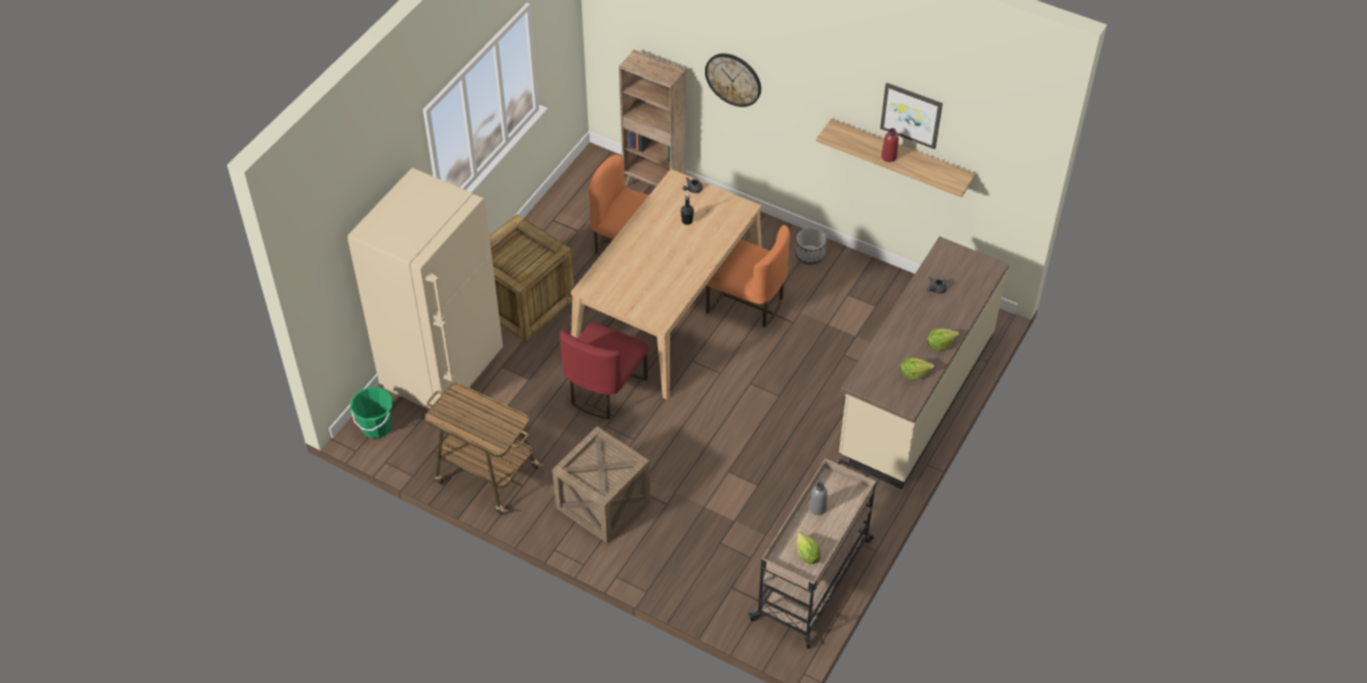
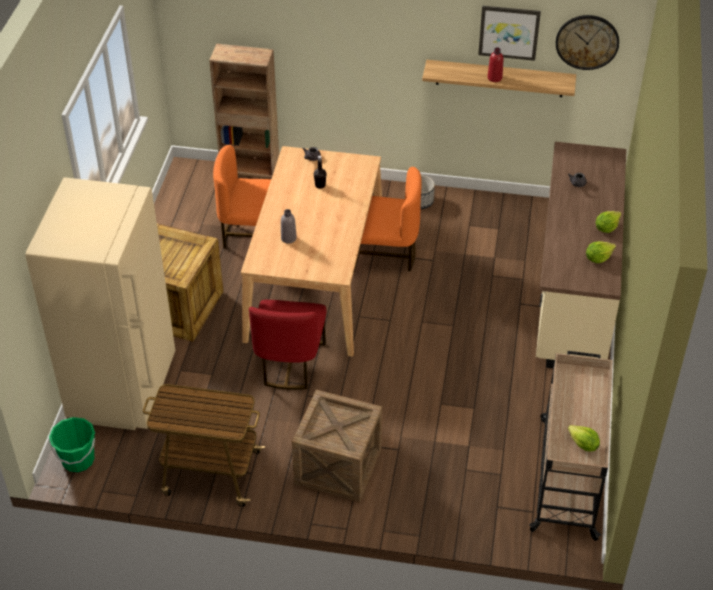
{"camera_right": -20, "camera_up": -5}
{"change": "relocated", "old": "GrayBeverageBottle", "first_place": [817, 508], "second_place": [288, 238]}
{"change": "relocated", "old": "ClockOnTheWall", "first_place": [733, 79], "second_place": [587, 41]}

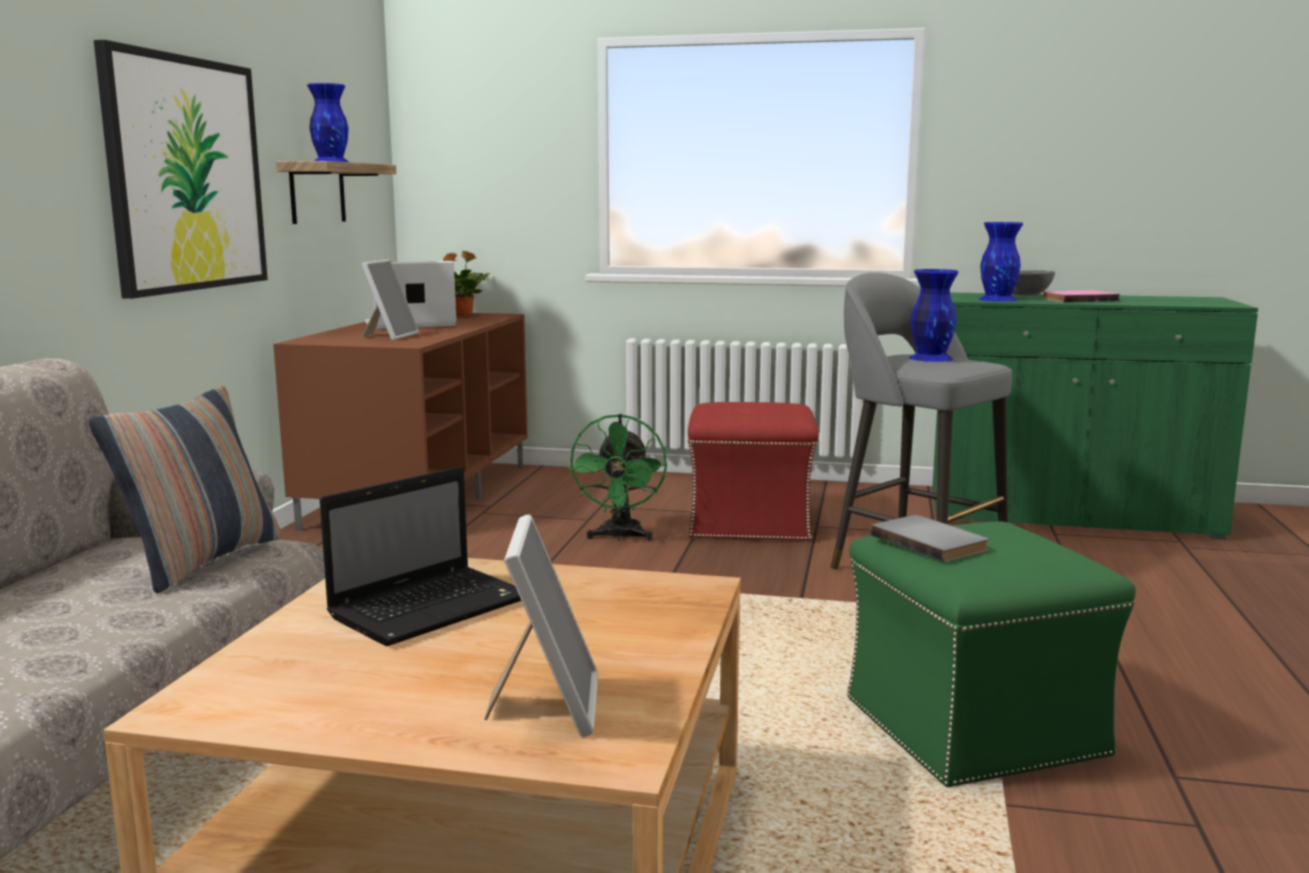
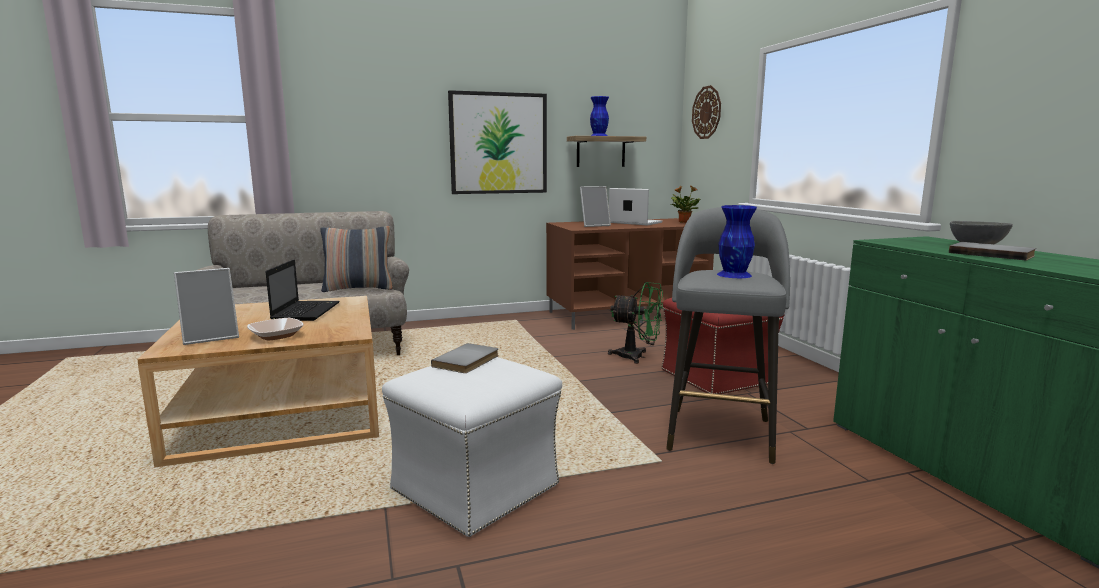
{"camera_right": 60, "camera_up": 0}
{"change": "appeared", "new": "Bowl", "second_place": [276, 335]}
{"change": "spun", "old": "NotebookComputer", "first_place": [433, 607], "second_place": [306, 311], "degrees": -105}
{"change": "colour", "old": "GreenPouffe", "new": "WhitePouffe", "first_place": [971, 726], "second_place": [476, 486]}
{"change": "spun", "old": "GreenElectricFan", "first_place": [620, 537], "second_place": [637, 357], "degrees": -135}
{"change": "appeared", "new": "ClockOnTheWall", "second_place": [706, 112]}
{"change": "colour", "old": "PinkColouredBook", "new": "GrayBook", "first_place": [1078, 299], "second_place": [991, 254]}
{"change": "missing", "old": "BlueFlowerVase", "first_place": [998, 299]}

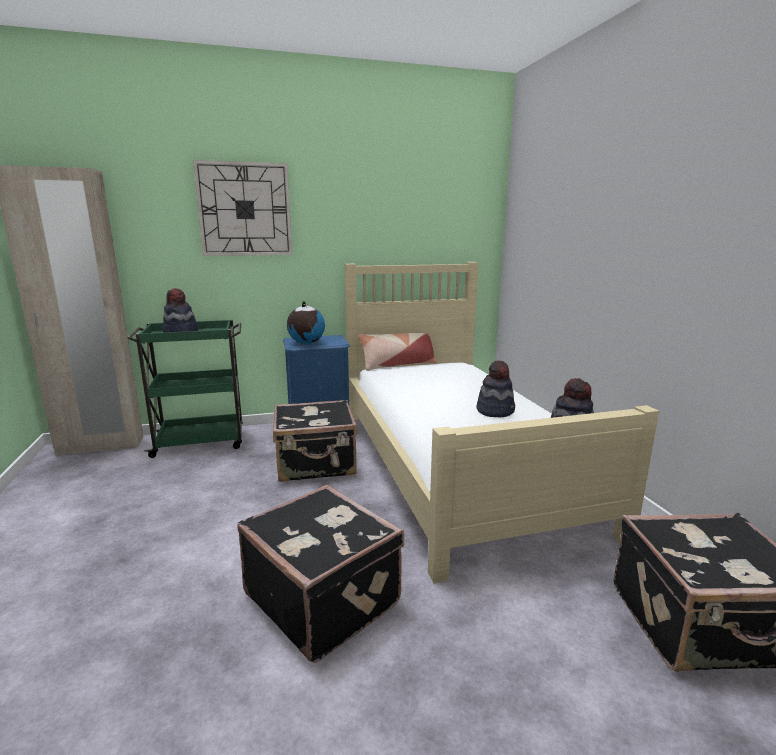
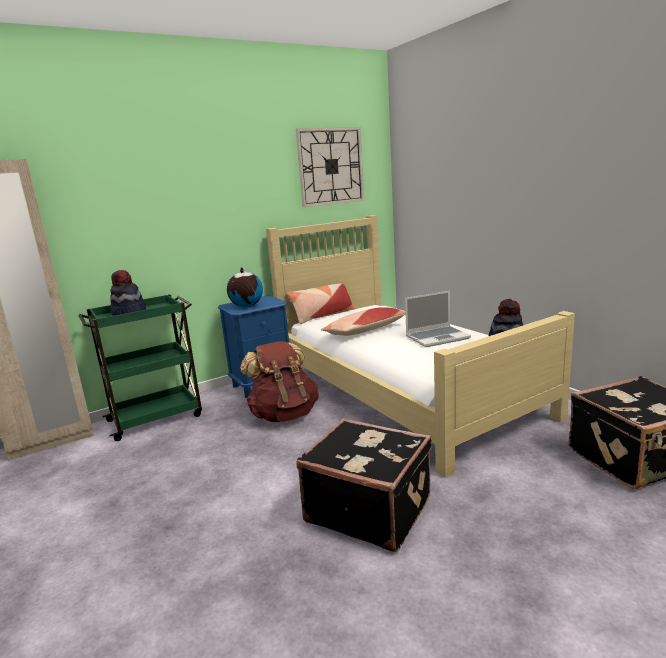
{"camera_right": -15, "camera_up": 0}
{"change": "exchanged", "old": "BlackColouredTravelCase", "new": "BrownColouredBackpack", "first_place": [316, 464], "second_place": [284, 414]}
{"change": "relocated", "old": "ClockOnTheWall", "first_place": [245, 209], "second_place": [331, 166]}
{"change": "appeared", "new": "Pillow", "second_place": [365, 330]}
{"change": "exchanged", "old": "Hat", "new": "NotebookComputer", "first_place": [495, 411], "second_place": [437, 337]}

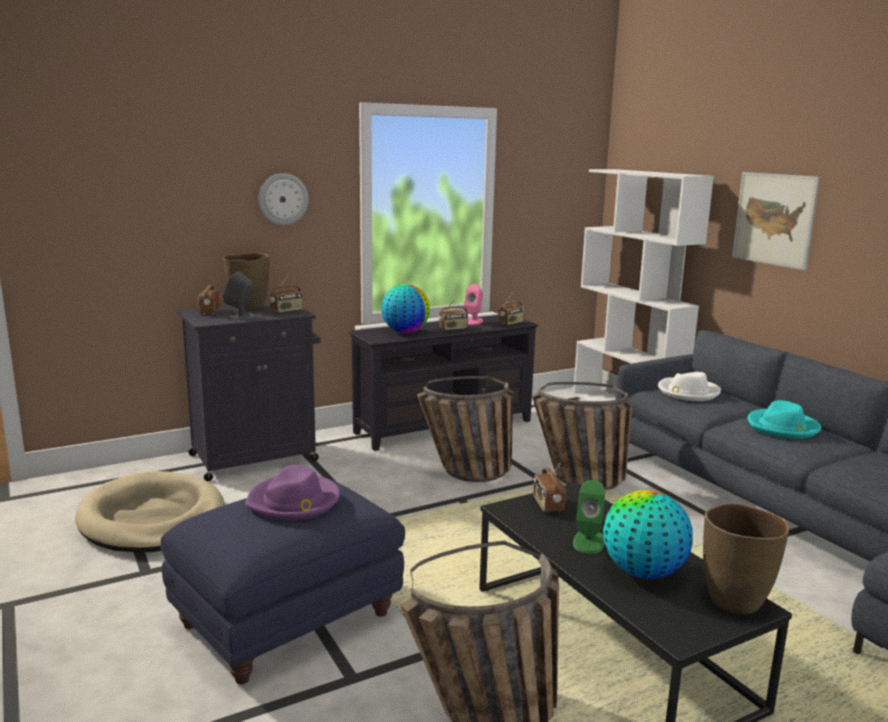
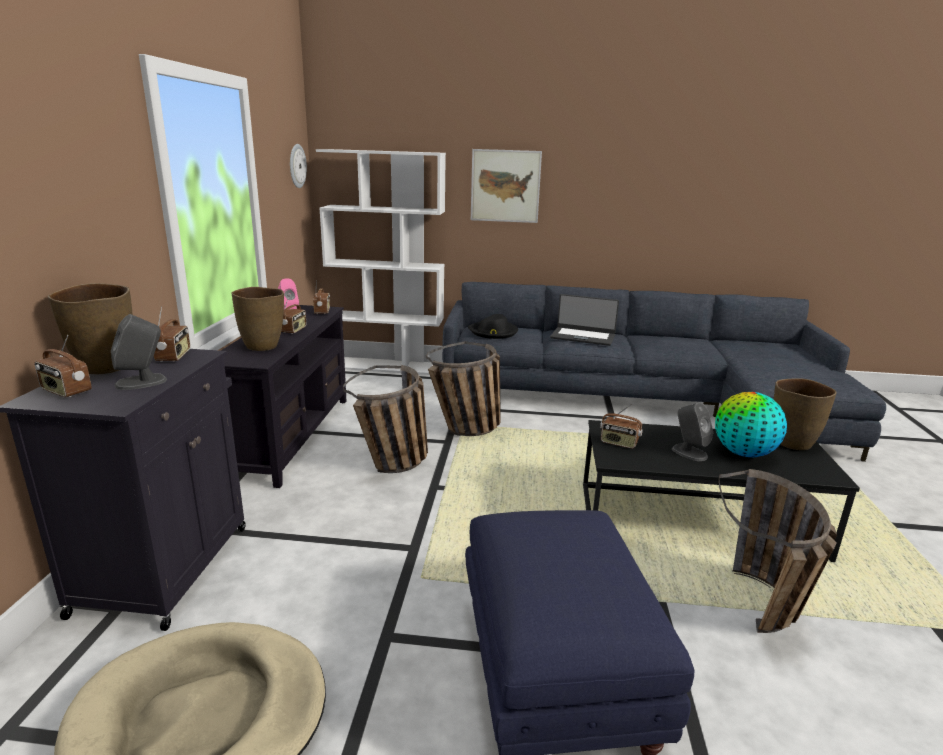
{"camera_right": -55, "camera_up": 5}
{"change": "exchanged", "old": "WorldGlobe", "new": "BrownColouredFlowerVase", "first_place": [405, 332], "second_place": [263, 346]}
{"change": "relocated", "old": "ClockOnTheWall", "first_place": [283, 199], "second_place": [296, 166]}
{"change": "colour", "old": "WhiteHat", "new": "BlackColouredHat", "first_place": [687, 392], "second_place": [493, 332]}
{"change": "exchanged", "old": "TurquoiseColouredHat", "new": "NotebookComputer", "first_place": [783, 427], "second_place": [583, 336]}
{"change": "colour", "old": "GreenLoudspeaker", "new": "GrayLoudspeaker", "first_place": [588, 541], "second_place": [689, 452]}
{"change": "missing", "old": "PurpleHat", "first_place": [294, 501]}

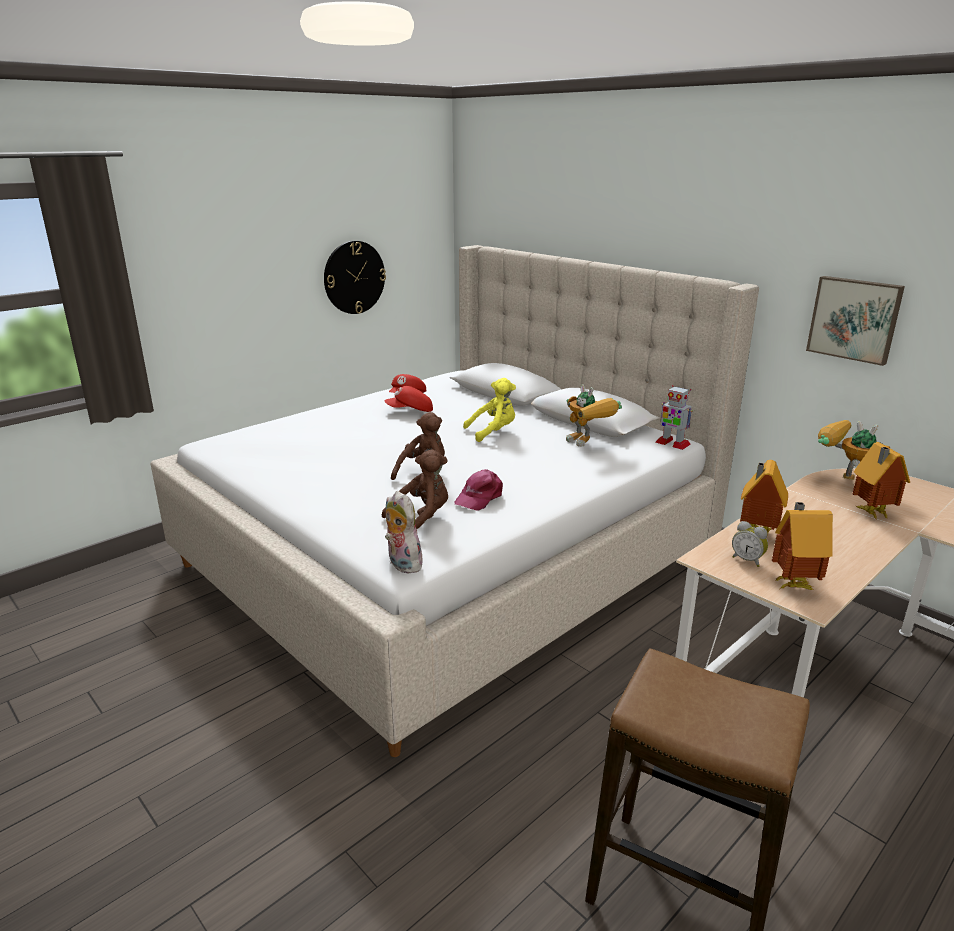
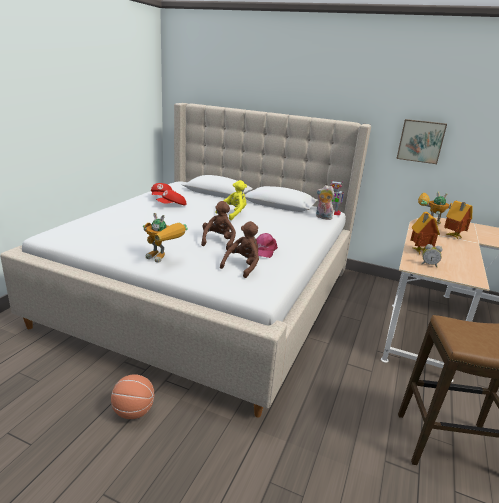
{"camera_right": -25, "camera_up": 0}
{"change": "appeared", "new": "BasketballBall", "second_place": [133, 411]}
{"change": "relocated", "old": "ModelRobot", "first_place": [588, 444], "second_place": [164, 259]}
{"change": "relocated", "old": "CuddlyToy", "first_place": [402, 564], "second_place": [322, 217]}
{"change": "missing", "old": "ClockOnTheWall", "first_place": [354, 277]}
{"change": "missing", "old": "ModelHouse", "first_place": [792, 584]}

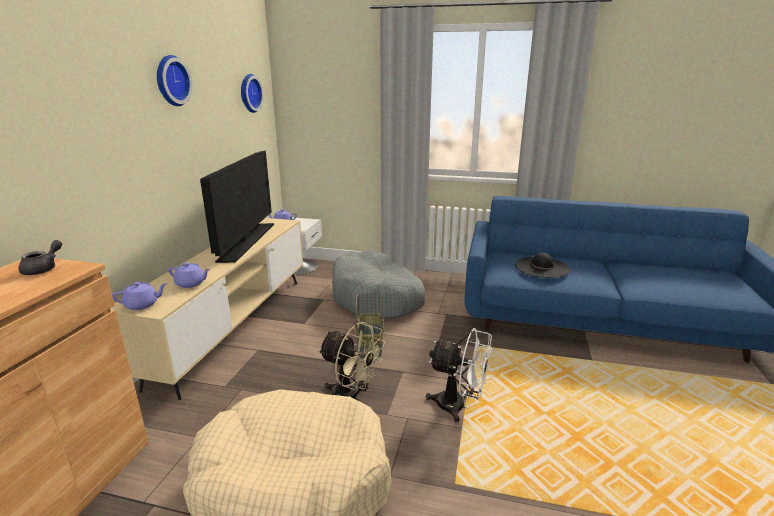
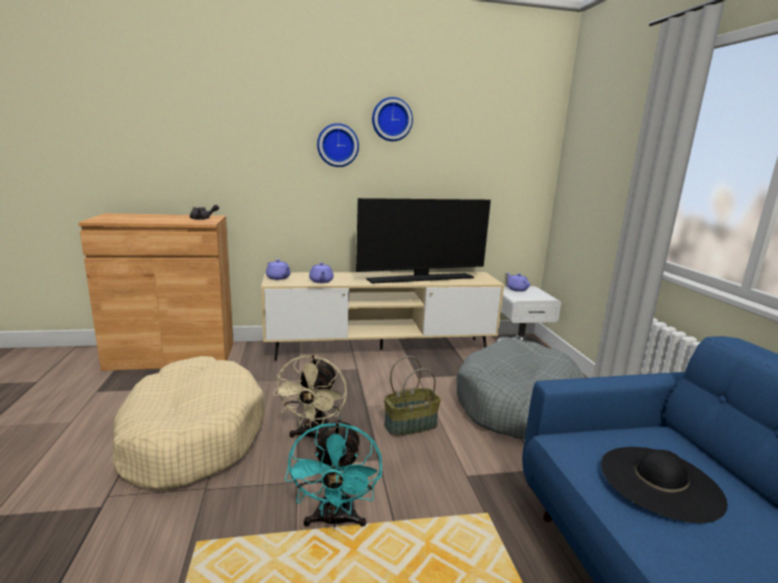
{"camera_right": 65, "camera_up": -5}
{"change": "colour", "old": "WhiteElectricFan", "new": "TurquoiseColouredElectricFan", "first_place": [458, 406], "second_place": [335, 521]}
{"change": "relocated", "old": "ClockOnTheWall", "first_place": [249, 93], "second_place": [337, 145]}

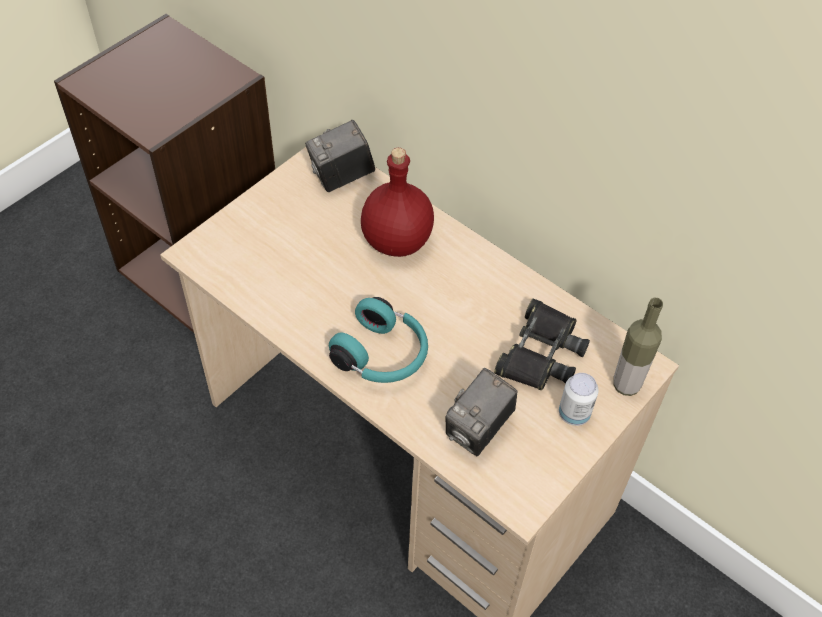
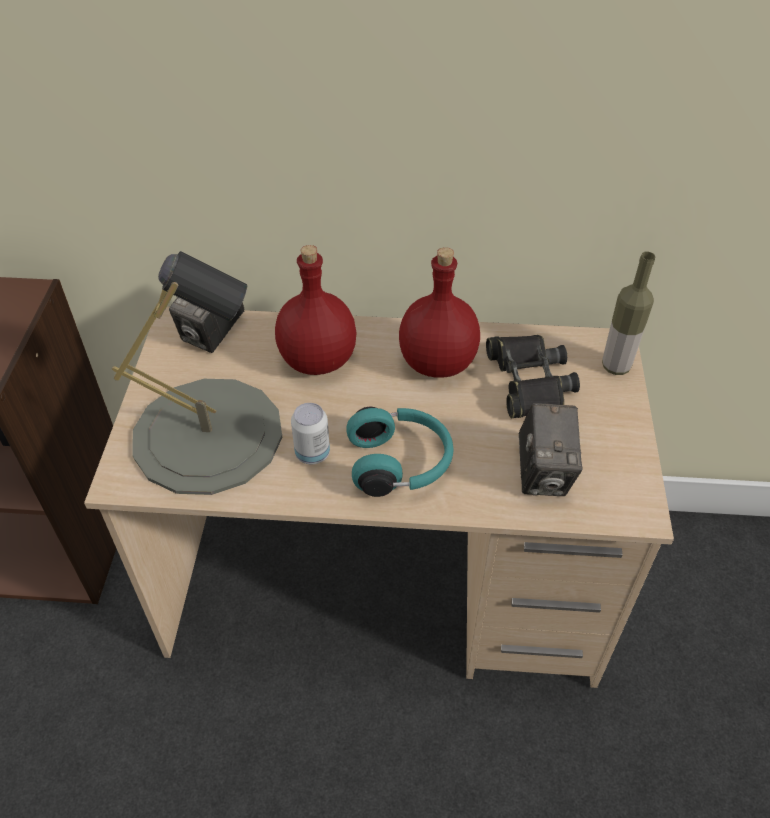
{"camera_right": -35, "camera_up": -5}
{"change": "appeared", "new": "GrayTableLamp", "second_place": [208, 434]}
{"change": "relocated", "old": "MetalCan", "first_place": [574, 414], "second_place": [312, 453]}
{"change": "appeared", "new": "RedBeverageBottle", "second_place": [439, 363]}

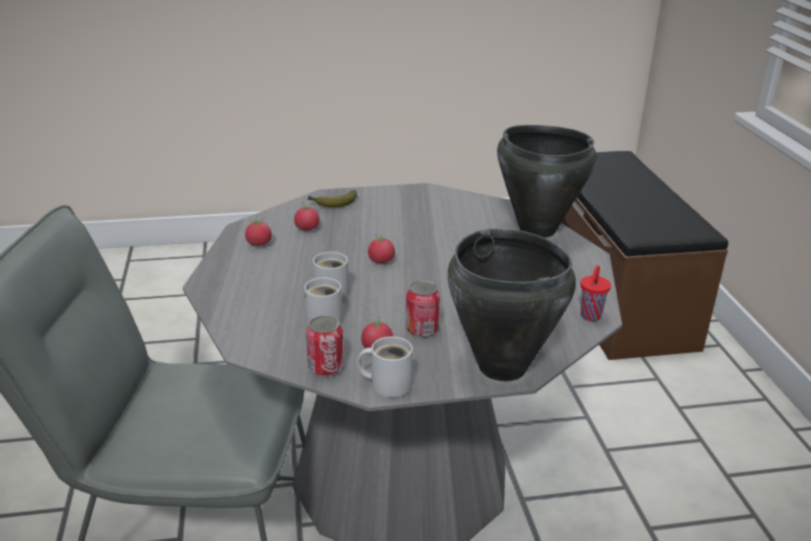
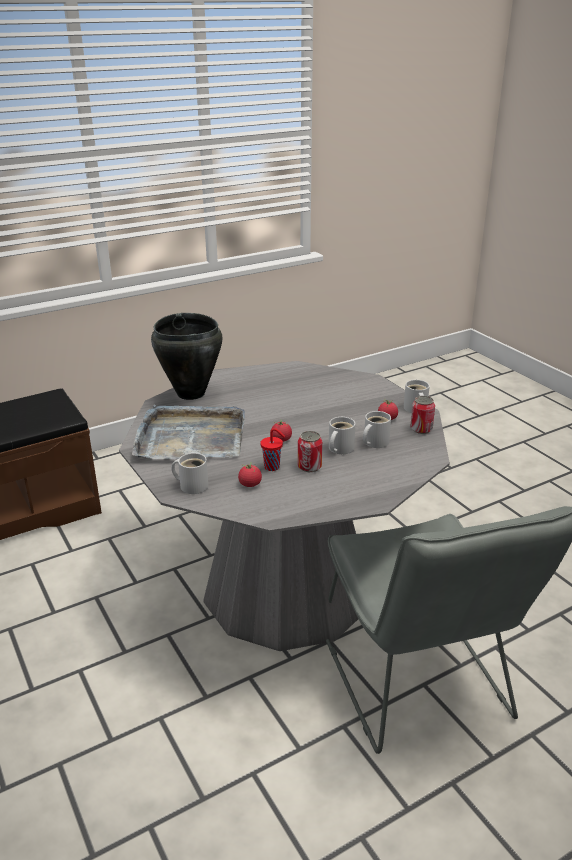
{"camera_right": -110, "camera_up": 0}
{"change": "appeared", "new": "GrayCarryingTray", "second_place": [190, 437]}
{"change": "exchanged", "old": "BananaFruit", "new": "WhiteCoffeeMug", "first_place": [332, 204], "second_place": [192, 485]}
{"change": "relocated", "old": "RedCup", "first_place": [590, 317], "second_place": [273, 467]}
{"change": "relocated", "old": "MetalCan", "first_place": [421, 329], "second_place": [309, 467]}
{"change": "missing", "old": "WholeTomato", "first_place": [259, 244]}
{"change": "missing", "old": "BlackColouredCookingPot", "first_place": [502, 367]}

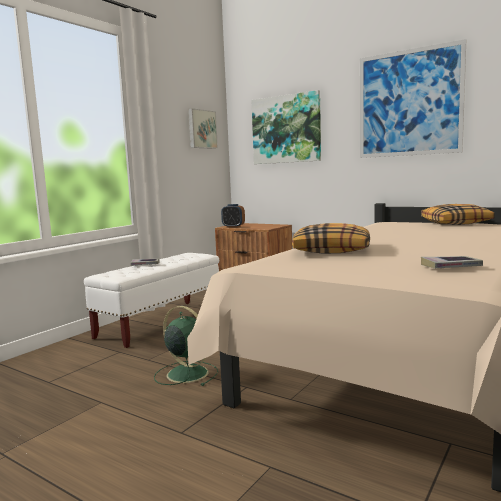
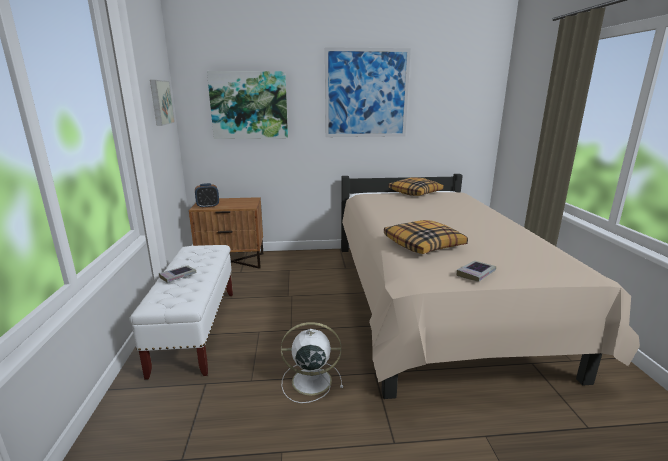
{"camera_right": -40, "camera_up": 10}
{"change": "colour", "old": "GreenElectricFan", "new": "WhiteElectricFan", "first_place": [186, 373], "second_place": [309, 381]}
{"change": "relocated", "old": "Book", "first_place": [450, 267], "second_place": [476, 274]}

